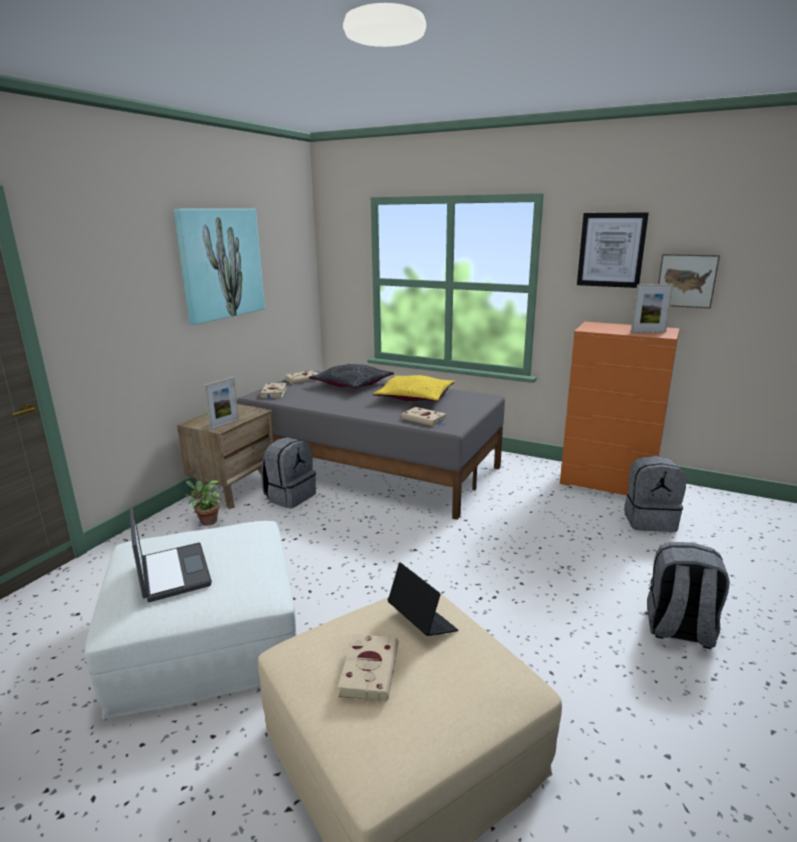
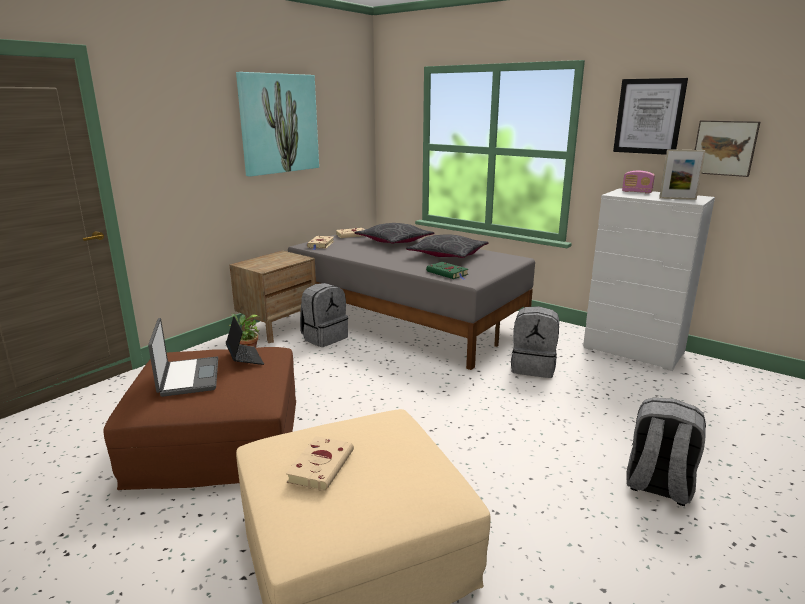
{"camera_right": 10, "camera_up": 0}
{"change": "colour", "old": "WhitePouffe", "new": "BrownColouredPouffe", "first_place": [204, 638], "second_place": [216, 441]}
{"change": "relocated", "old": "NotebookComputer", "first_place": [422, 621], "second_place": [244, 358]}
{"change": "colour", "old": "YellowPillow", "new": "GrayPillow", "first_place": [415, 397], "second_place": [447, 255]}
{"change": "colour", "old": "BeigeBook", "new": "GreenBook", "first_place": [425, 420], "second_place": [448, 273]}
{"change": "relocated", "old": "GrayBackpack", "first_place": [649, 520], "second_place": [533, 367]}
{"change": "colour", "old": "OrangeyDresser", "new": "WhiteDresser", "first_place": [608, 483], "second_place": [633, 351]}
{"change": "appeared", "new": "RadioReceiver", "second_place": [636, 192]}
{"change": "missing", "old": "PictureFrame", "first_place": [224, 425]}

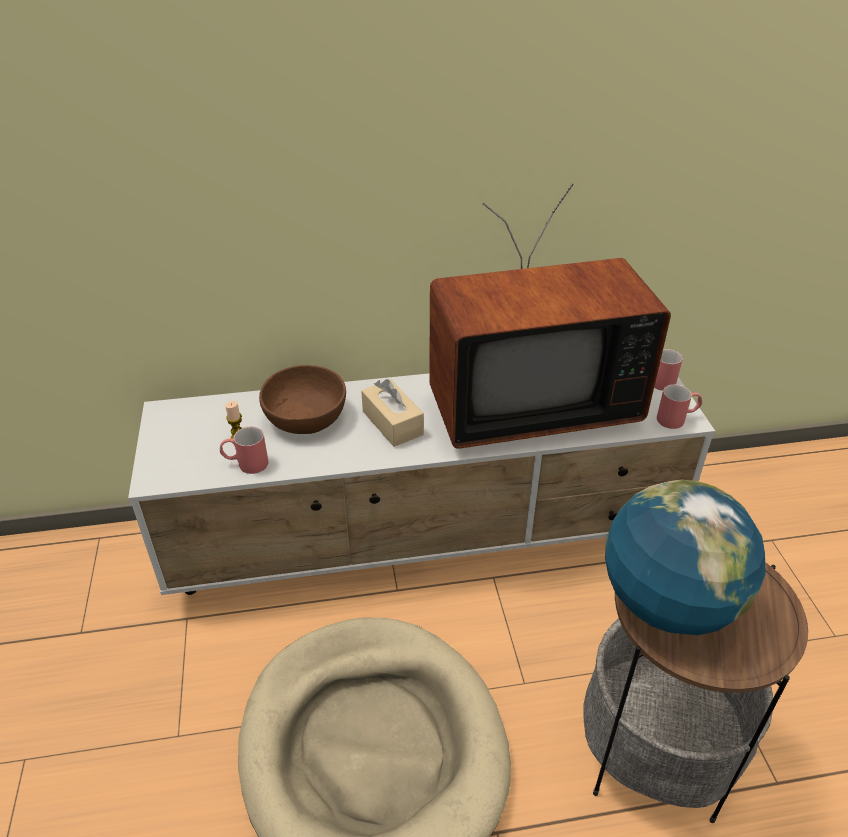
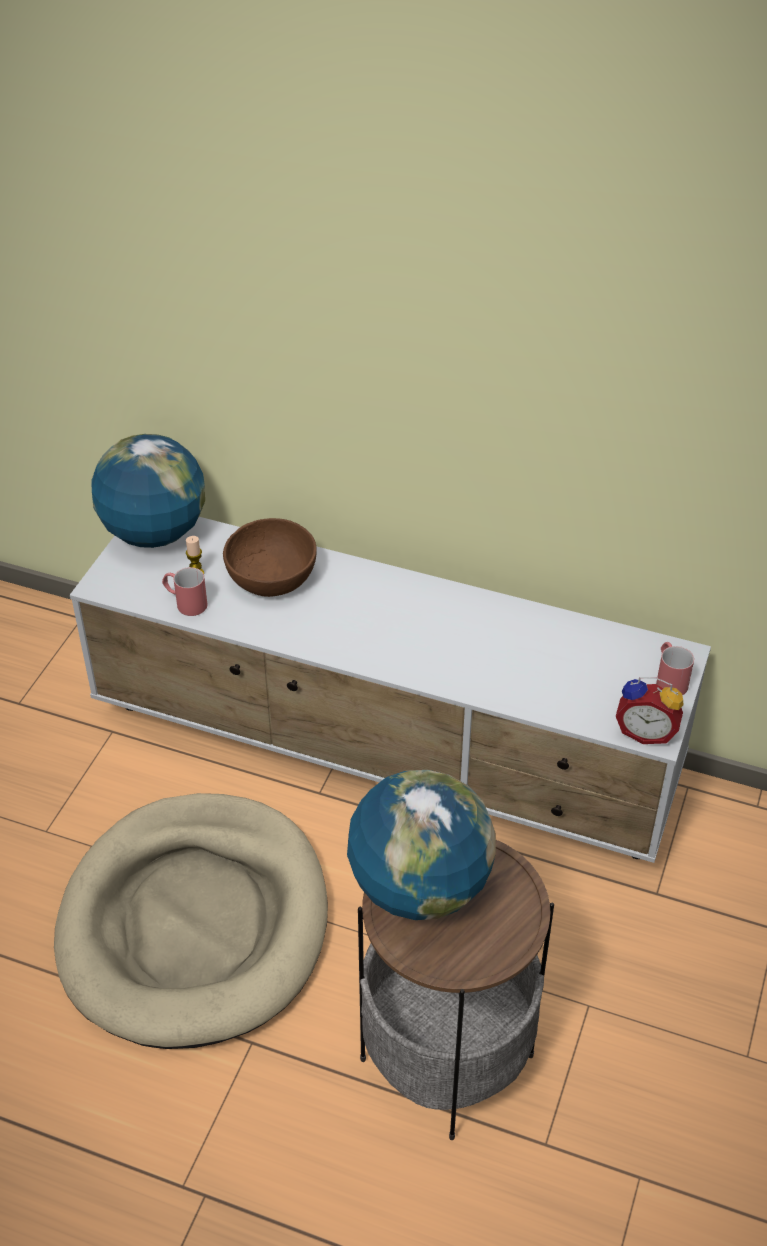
{"camera_right": 30, "camera_up": 5}
{"change": "appeared", "new": "WorldGlobe", "second_place": [154, 533]}
{"change": "exchanged", "old": "RedCoffeeMug", "new": "TableClock", "first_place": [677, 419], "second_place": [646, 731]}
{"change": "missing", "old": "BeigeBoxOfTissues", "first_place": [392, 423]}
{"change": "missing", "old": "TvSet", "first_place": [526, 404]}

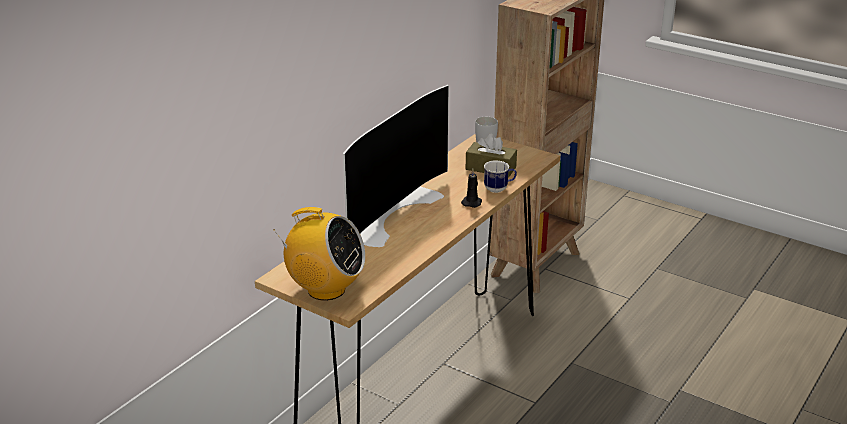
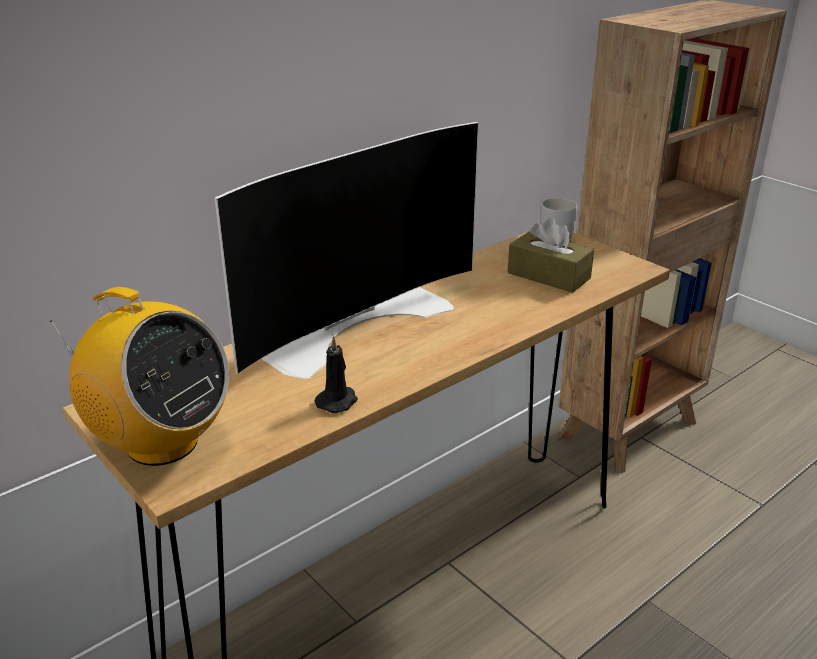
{"camera_right": 15, "camera_up": 0}
{"change": "relocated", "old": "BlackColouredWaxCandle", "first_place": [472, 202], "second_place": [338, 401]}
{"change": "missing", "old": "CoffeeMug", "first_place": [499, 189]}

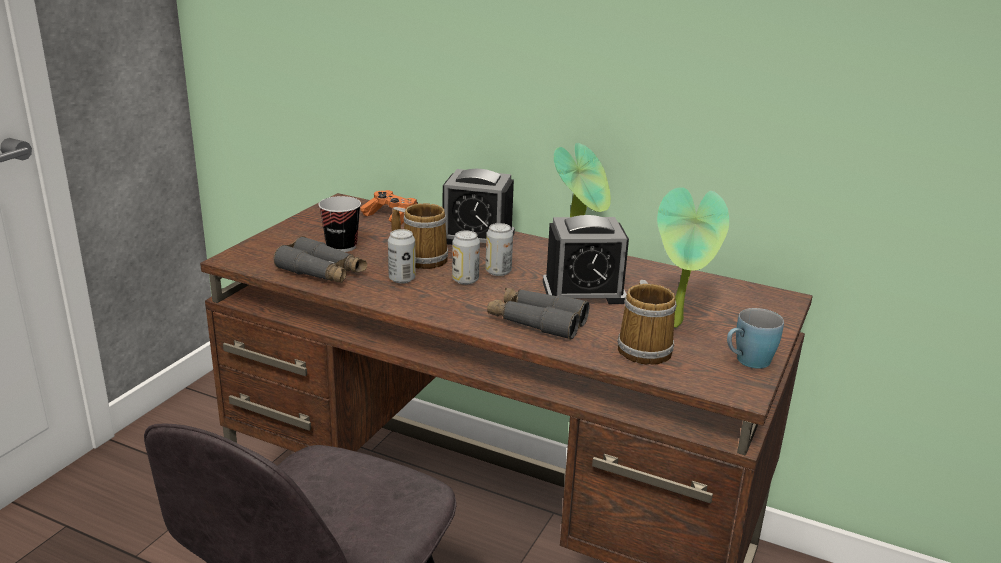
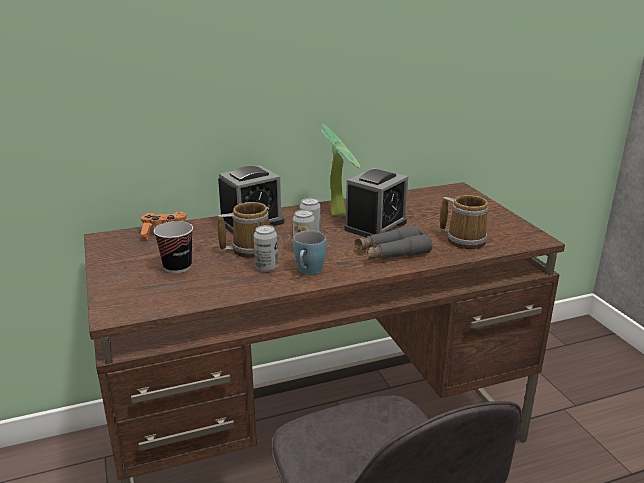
{"camera_right": -45, "camera_up": 0}
{"change": "relocated", "old": "BlueCoffeeMug", "first_place": [747, 362], "second_place": [308, 272]}
{"change": "missing", "old": "GrayFieldGlasses", "first_place": [322, 272]}
{"change": "missing", "old": "PottedPlant", "first_place": [678, 324]}

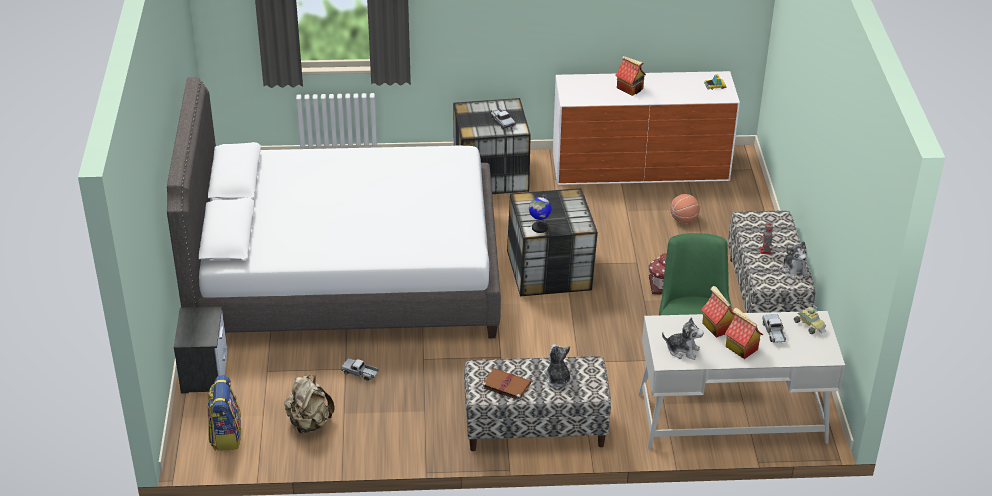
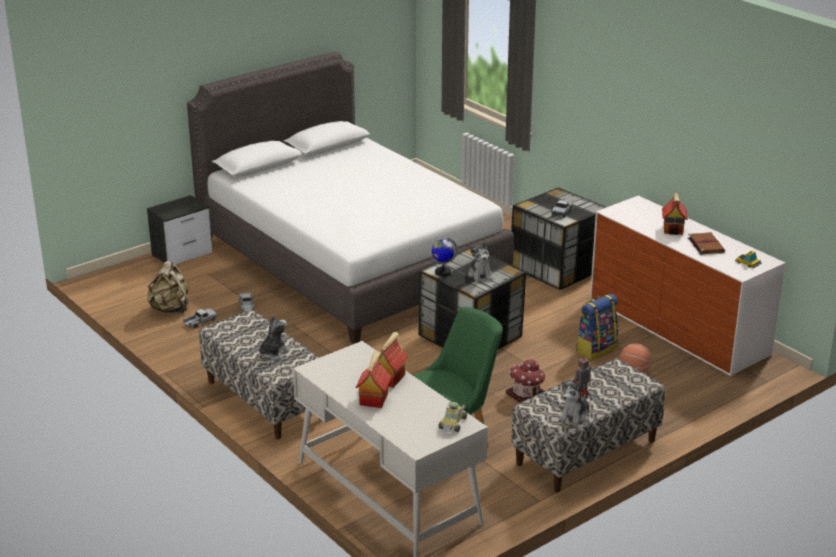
{"camera_right": 55, "camera_up": -10}
{"change": "relocated", "old": "ModelTruck", "first_place": [774, 332], "second_place": [200, 322]}
{"change": "relocated", "old": "CuddlyToy", "first_place": [682, 350], "second_place": [480, 275]}
{"change": "relocated", "old": "Backpack", "first_place": [226, 435], "second_place": [596, 349]}
{"change": "relocated", "old": "BrownColouredBook", "first_place": [505, 385], "second_place": [705, 245]}

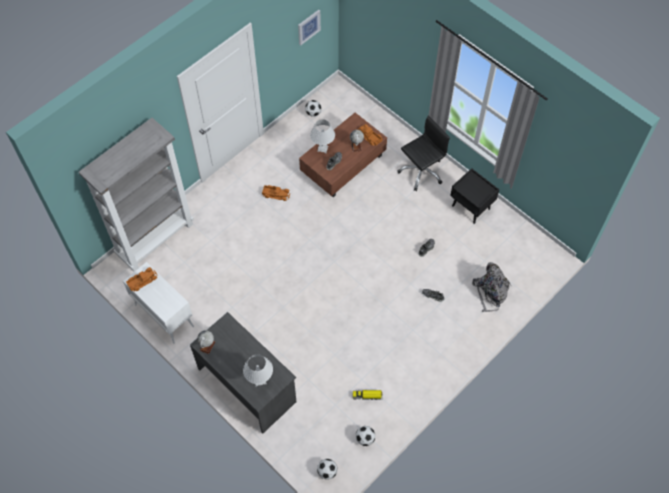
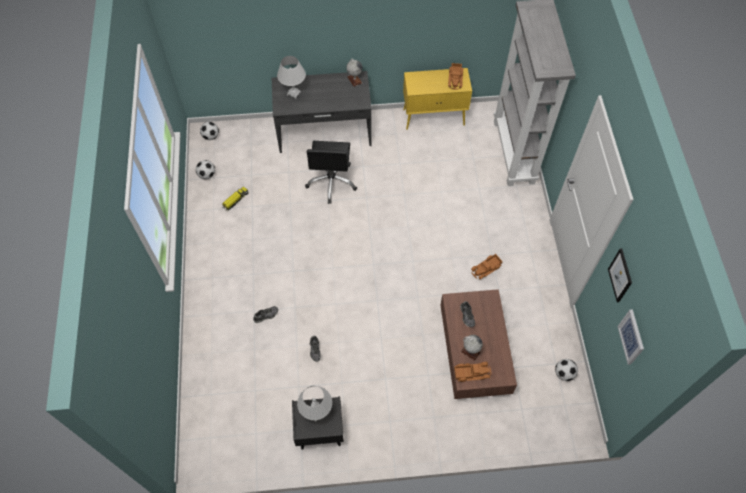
{"camera_right": 130, "camera_up": 0}
{"change": "relocated", "old": "WhiteTableLamp", "first_place": [322, 149], "second_place": [316, 412]}
{"change": "relocated", "old": "BlackColouredDeskChair", "first_place": [421, 171], "second_place": [332, 182]}
{"change": "colour", "old": "WhiteCabinet", "new": "YellowCabinet", "first_place": [164, 315], "second_place": [434, 117]}
{"change": "appeared", "new": "Picture", "second_place": [620, 275]}
{"change": "missing", "old": "GrayBackpack", "first_place": [490, 292]}

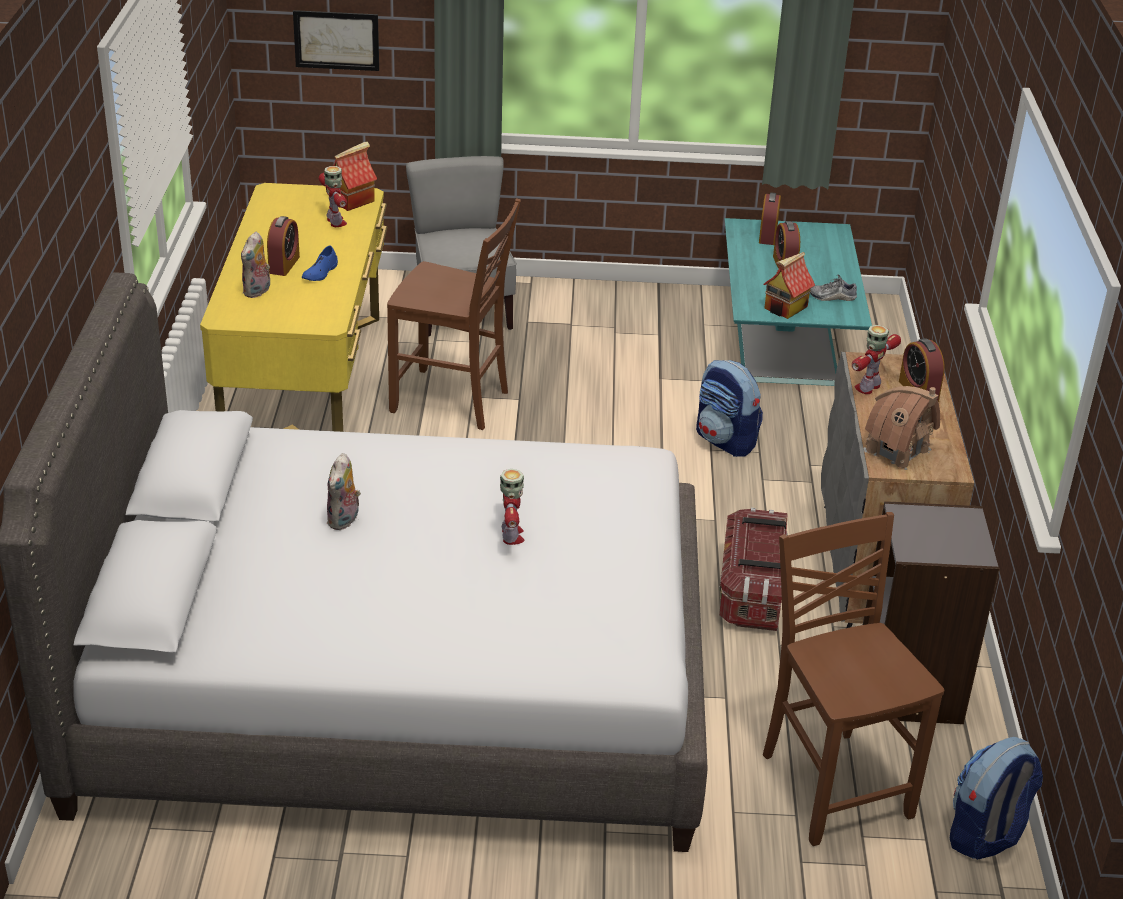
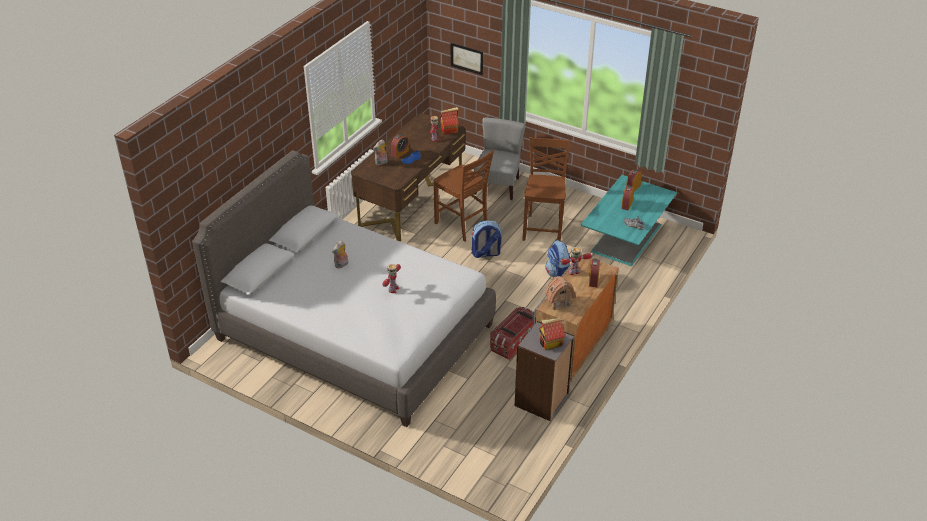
{"camera_right": 30, "camera_up": 5}
{"change": "colour", "old": "YellowDeskTable", "new": "BrownColouredDeskTable", "first_place": [305, 385], "second_place": [411, 202]}
{"change": "relocated", "old": "Backpack", "first_place": [986, 835], "second_place": [486, 254]}
{"change": "relocated", "old": "BrownColouredChair", "first_place": [833, 784], "second_place": [543, 228]}
{"change": "relocated", "old": "ModelHouse", "first_place": [786, 308], "second_place": [550, 343]}

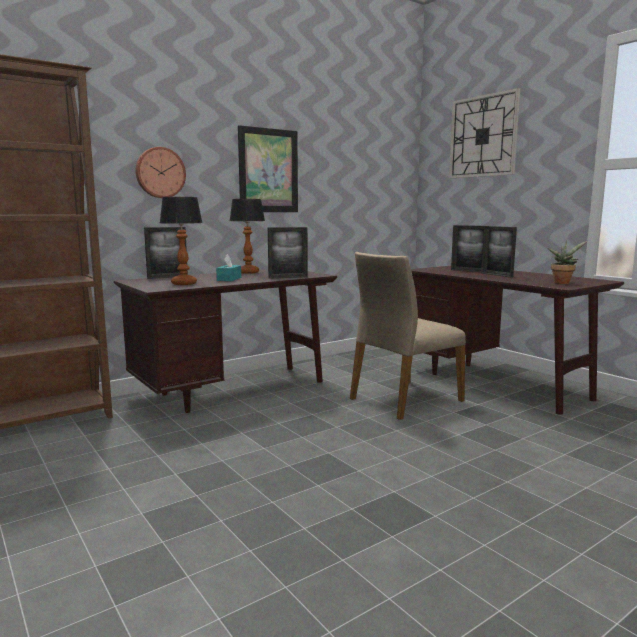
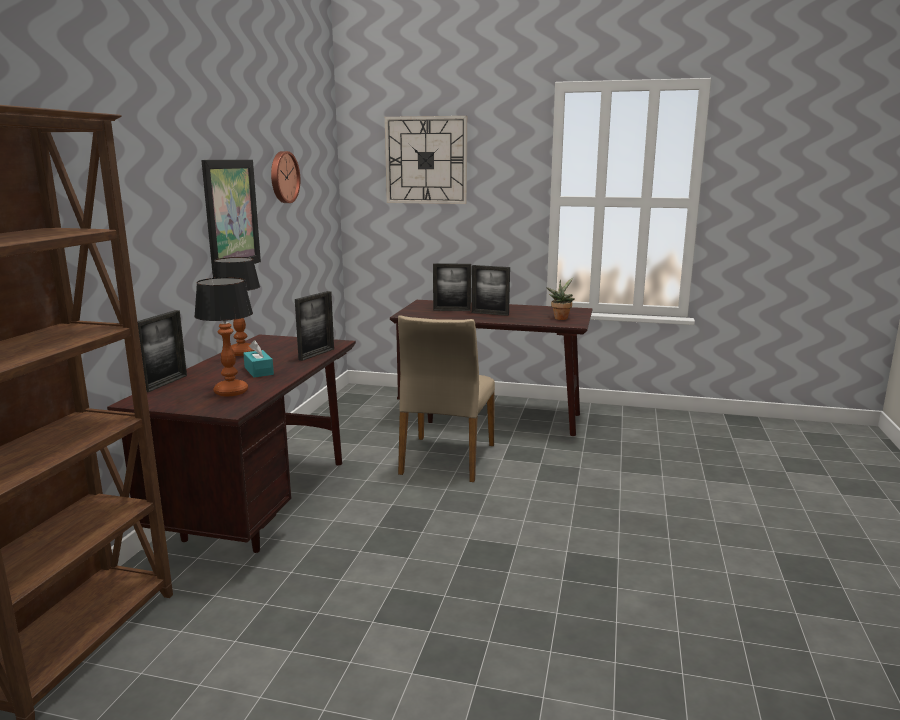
{"camera_right": -40, "camera_up": 5}
{"change": "relocated", "old": "ClockOnTheWall", "first_place": [160, 173], "second_place": [283, 177]}

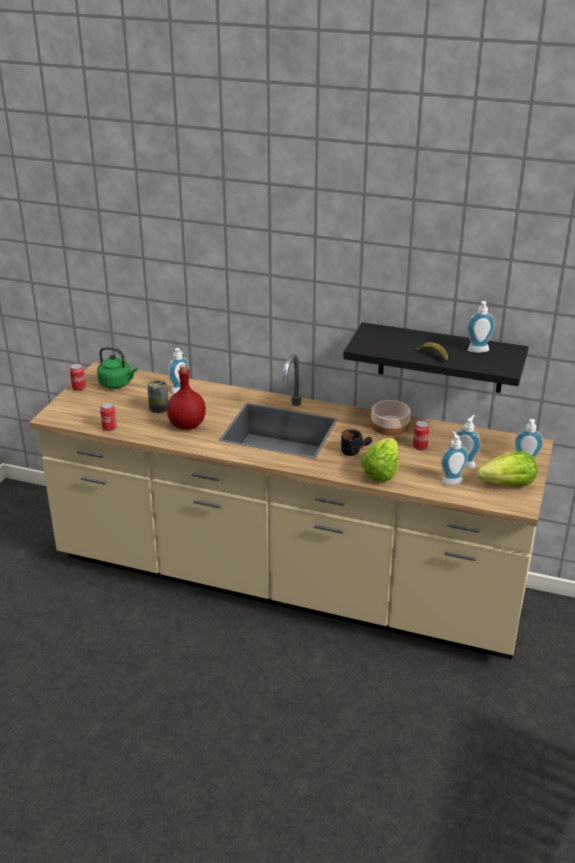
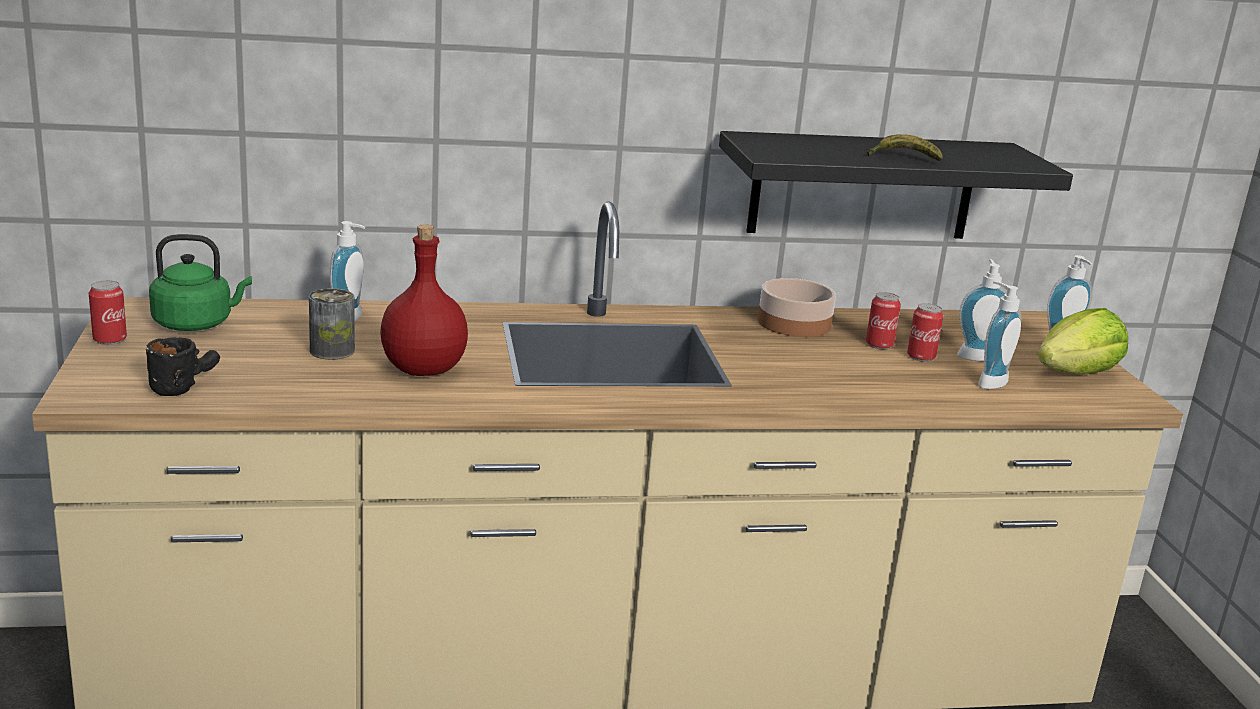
{"camera_right": -30, "camera_up": -10}
{"change": "relocated", "old": "BlackColouredCoffeeMug", "first_place": [355, 450], "second_place": [184, 385]}
{"change": "relocated", "old": "MetalCan", "first_place": [109, 428], "second_place": [921, 357]}
{"change": "missing", "old": "LettuceHead", "first_place": [381, 473]}
{"change": "missing", "old": "LiquidSoapBottle", "first_place": [478, 351]}

